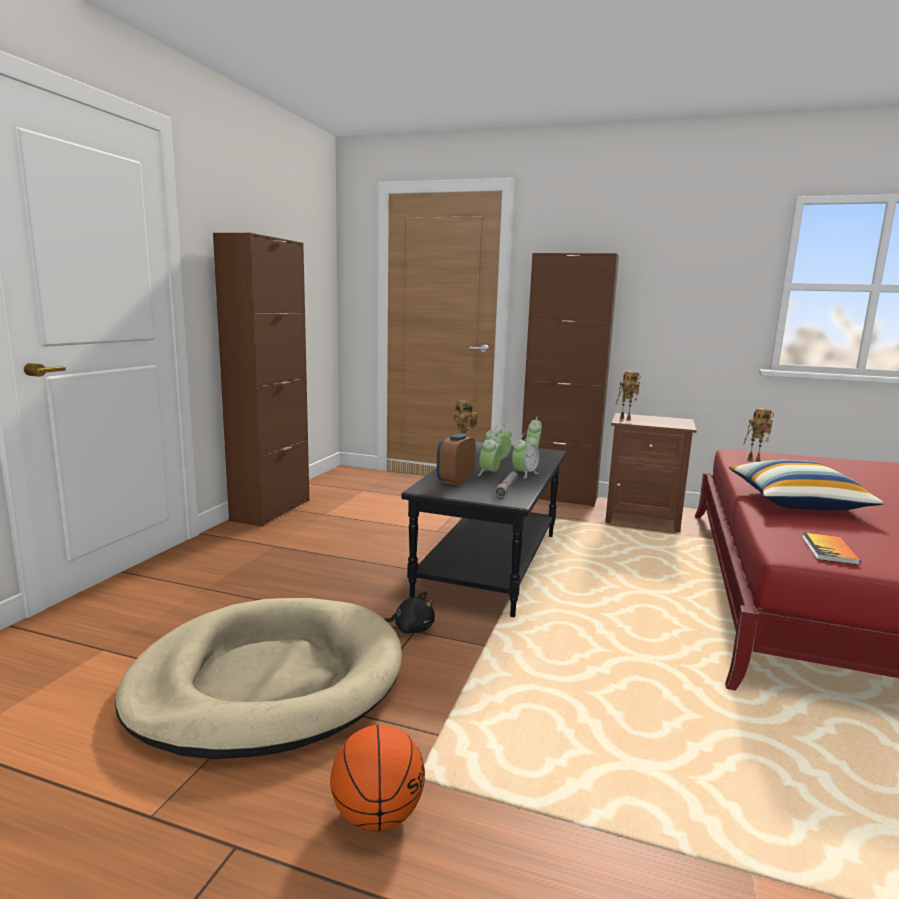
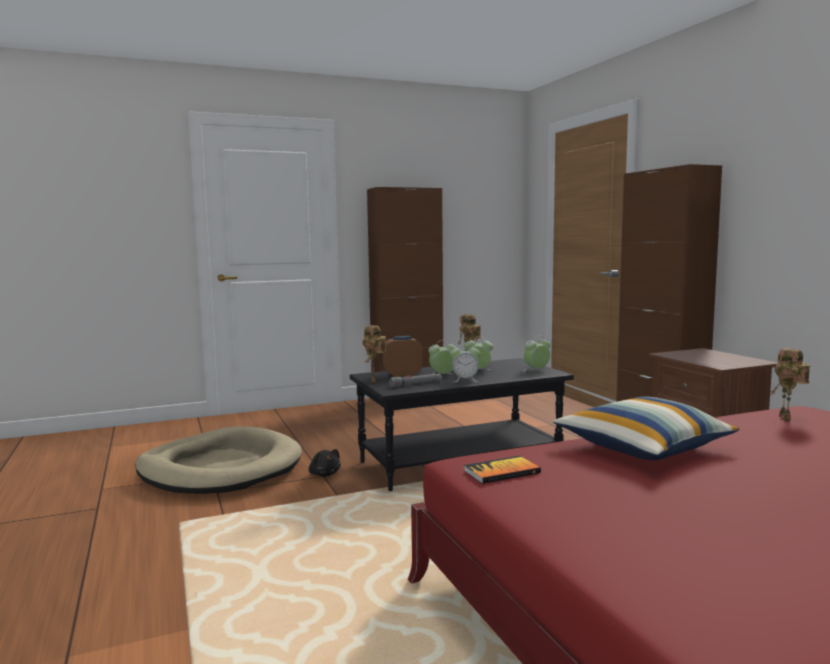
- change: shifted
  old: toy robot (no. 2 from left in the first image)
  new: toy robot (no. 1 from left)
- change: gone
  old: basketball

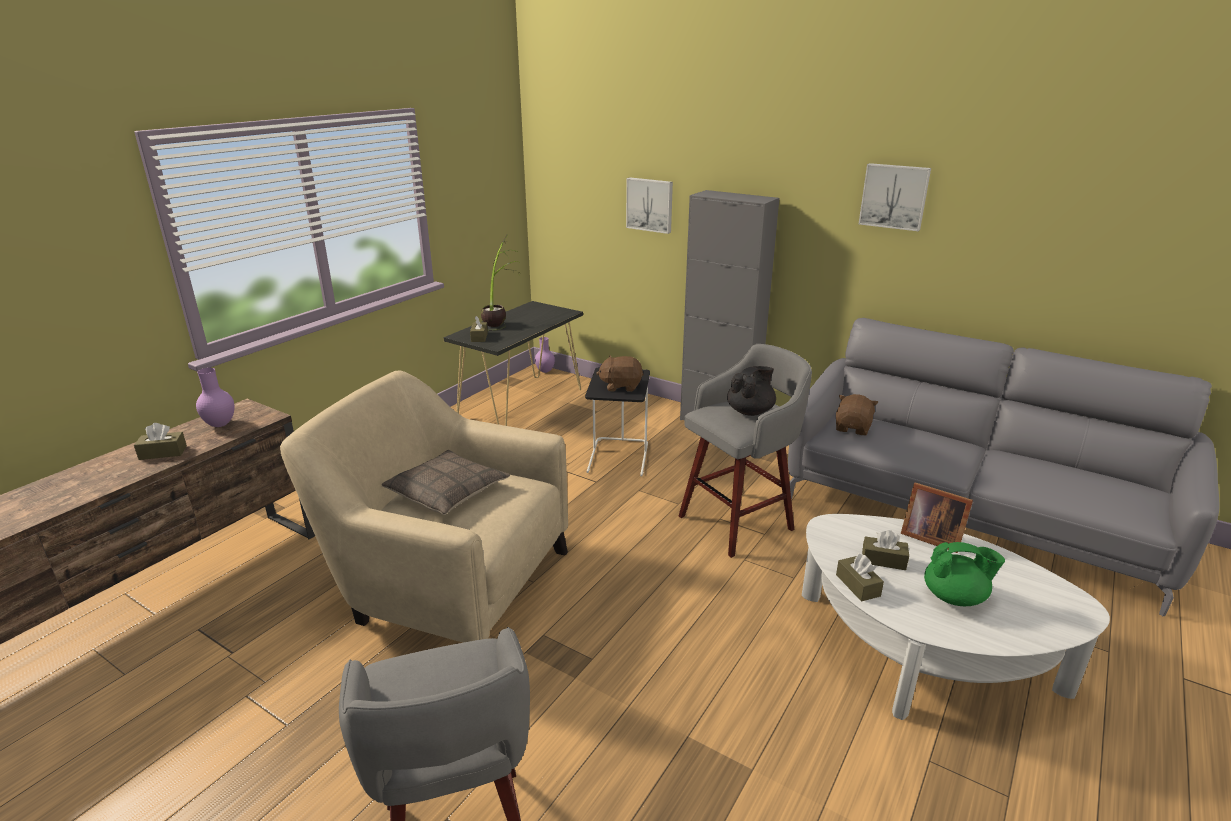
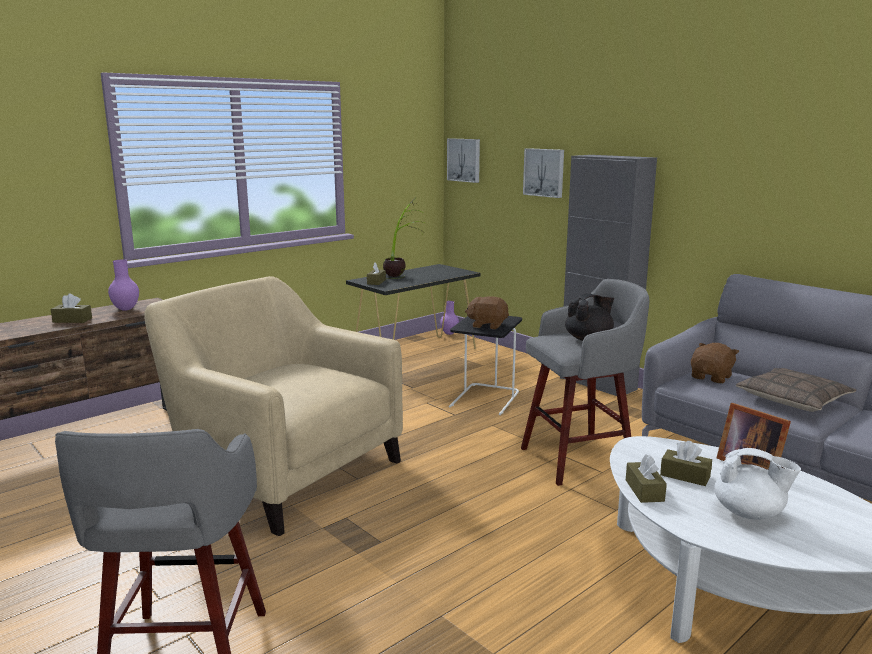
- change: shifted
  old: picture (no. 2 from left in the first image)
  new: picture (no. 1 from left)
- change: shifted
  old: pillow
- change: repainted
  old: green teapot
  new: white teapot

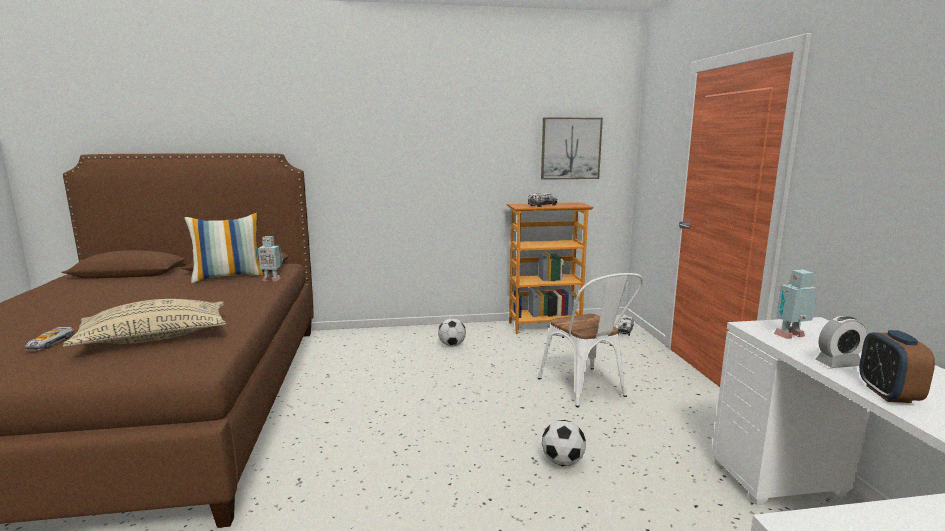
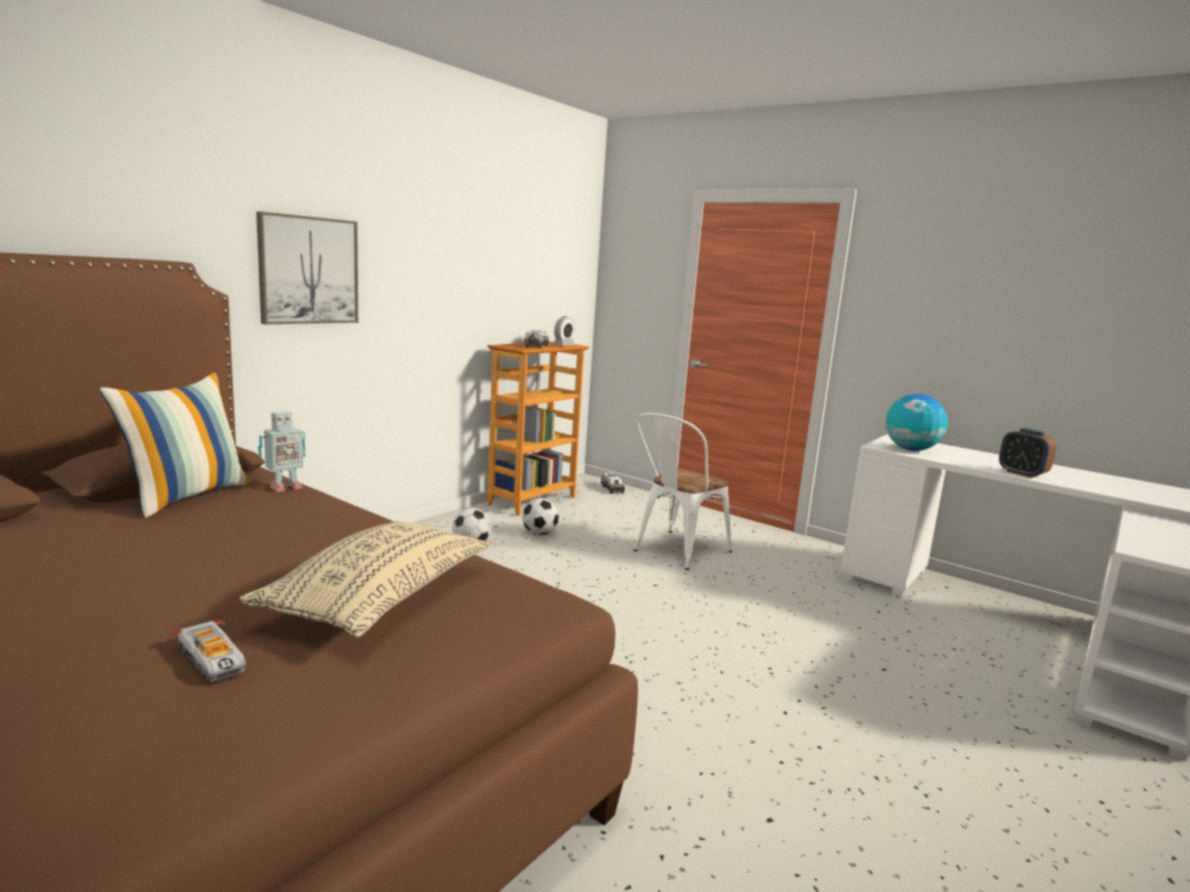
- change: shifted
  old: picture
- change: swapped
  old: toy robot (no. 2 from left)
  new: globe
- change: rotated
  old: white chair
  degrees: 105
- change: shifted
  old: alarm clock (no. 1 from left)
- change: shifted
  old: football (no. 2 from left)

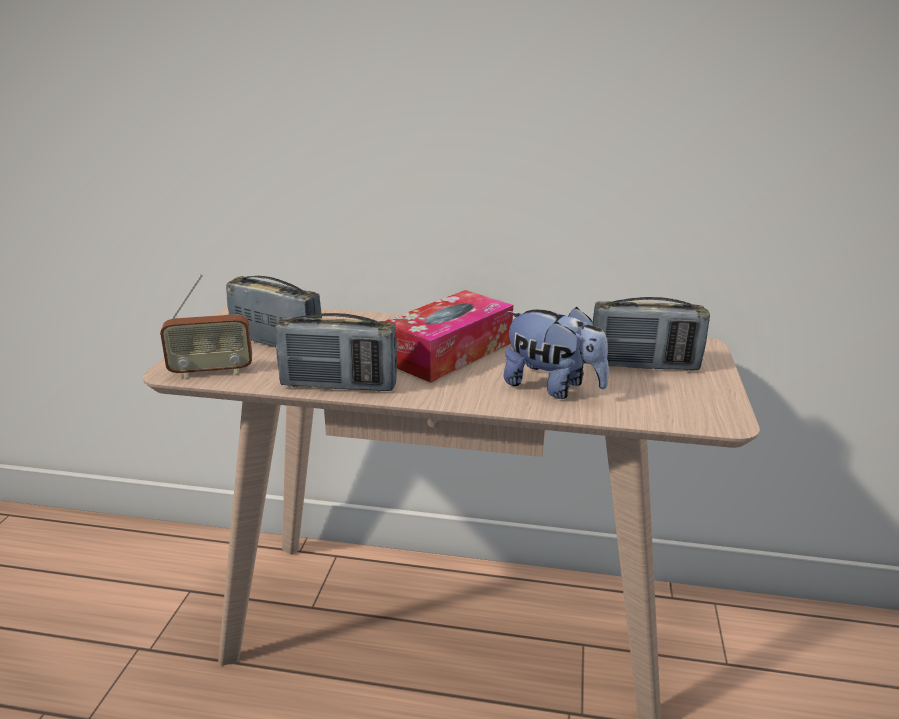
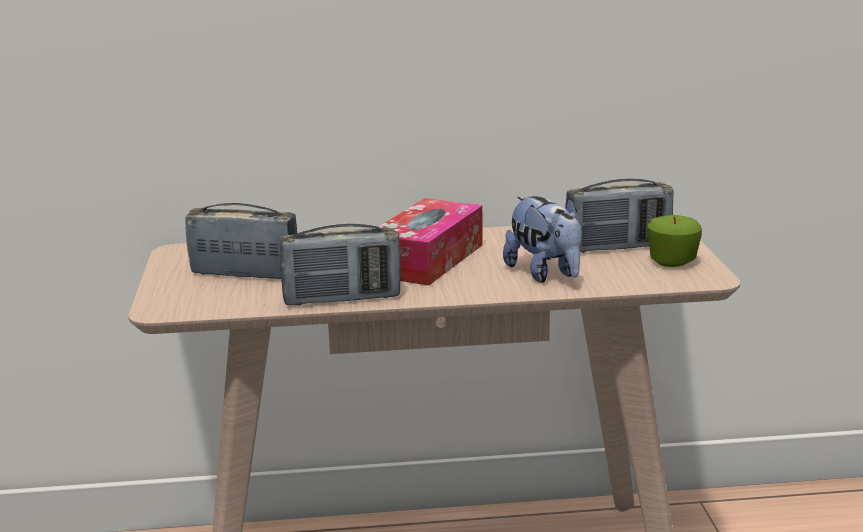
- change: gone
  old: radio (no. 1 from left)
- change: rotated
  old: plush toy
  degrees: 45
- change: new
  new: apple

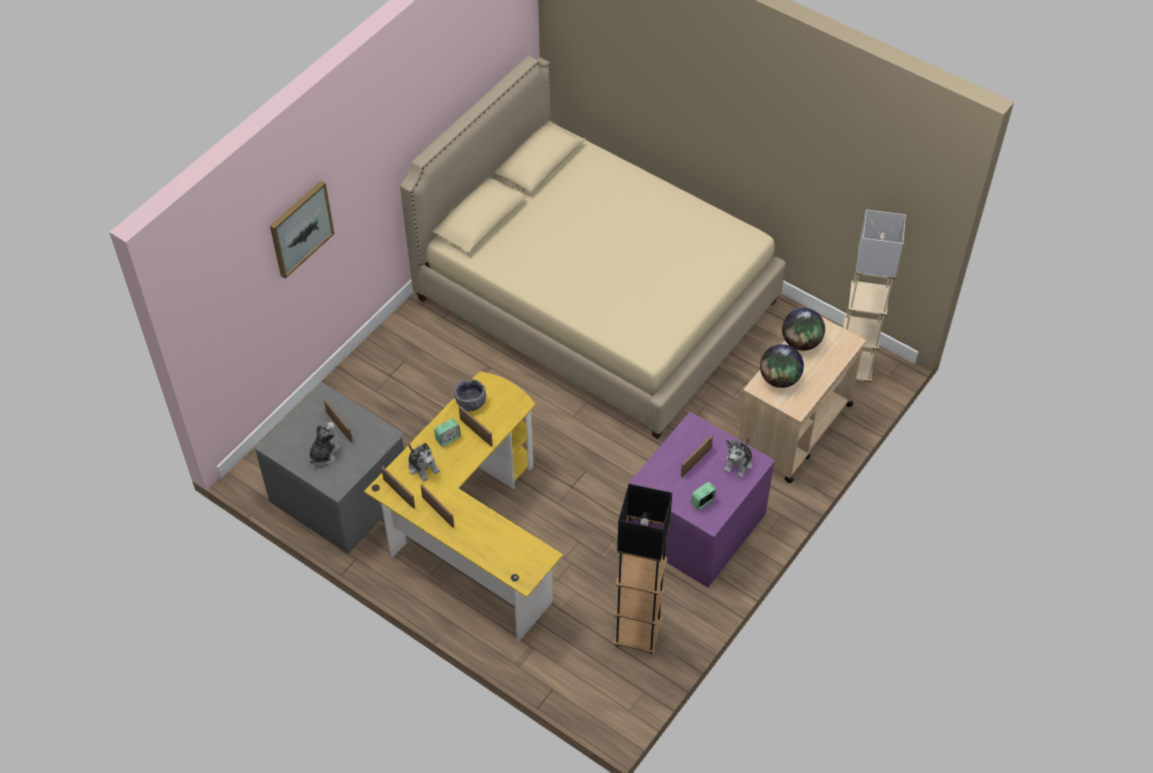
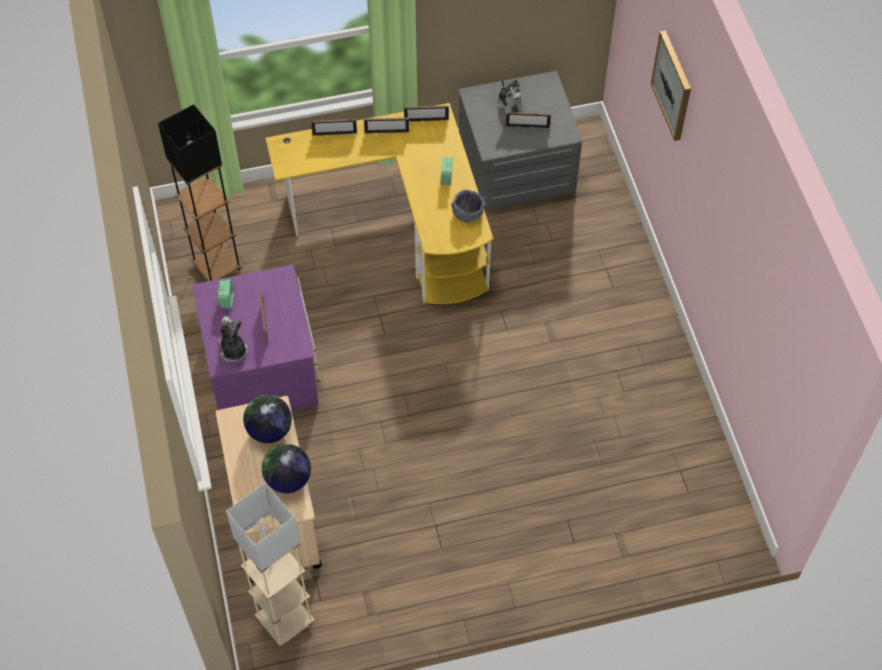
- change: gone
  old: beige bed
- change: shifted
  old: picture frame (no. 4 from left in the first image)
  new: picture frame (no. 2 from left)
- change: gone
  old: plush toy (no. 2 from left)

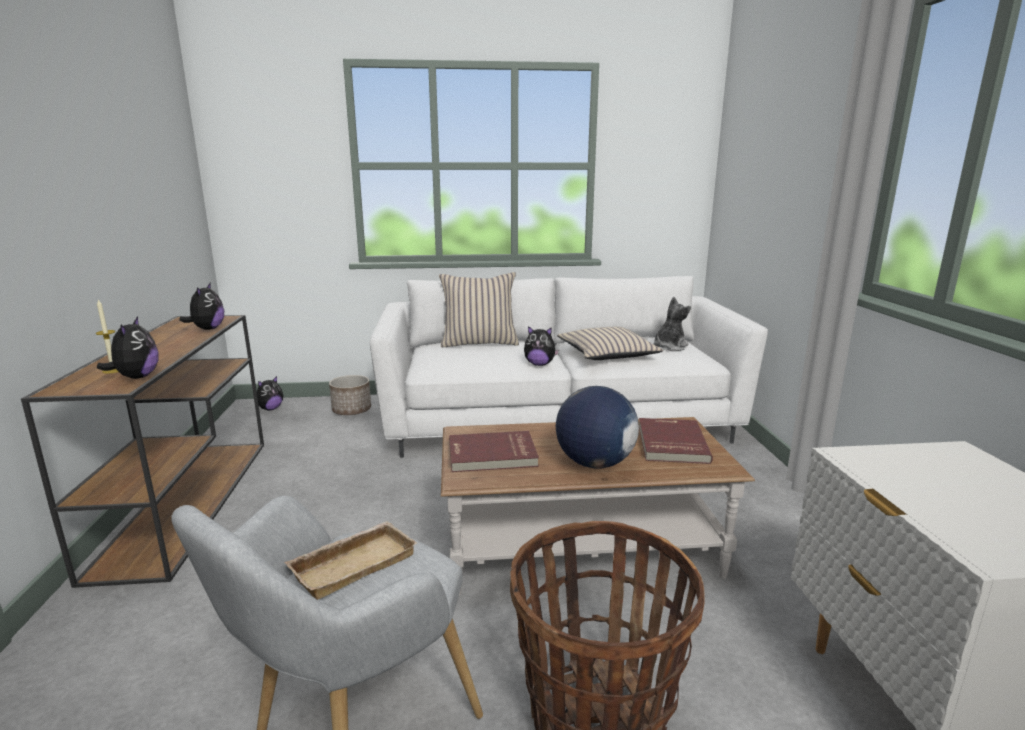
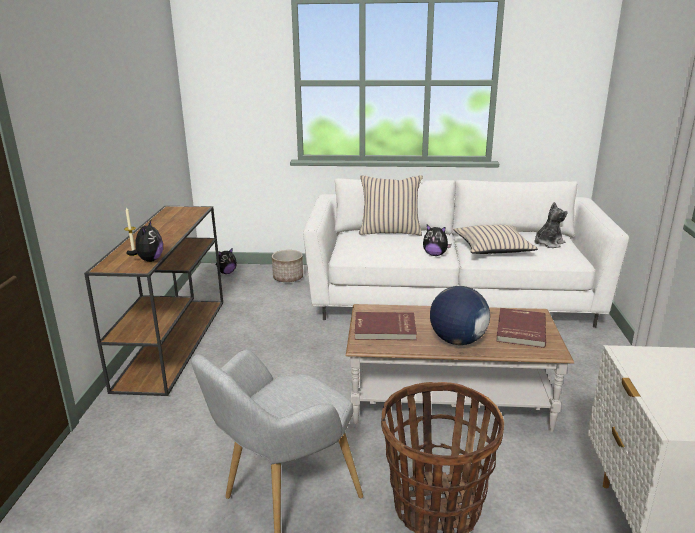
- change: gone
  old: plush toy (no. 2 from left)
- change: gone
  old: beige tray

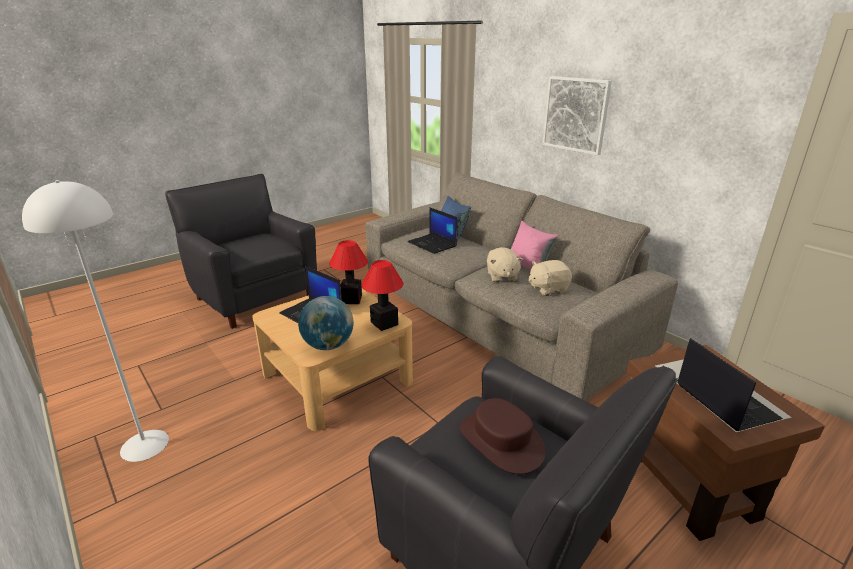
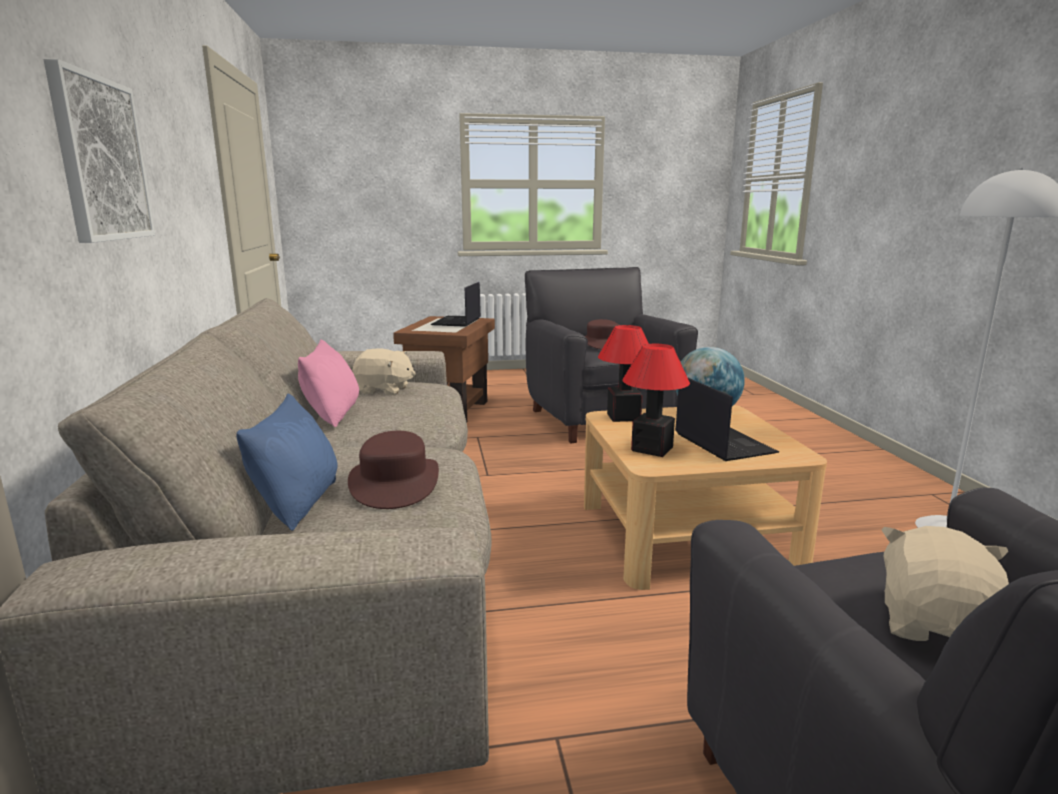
- change: swapped
  old: laptop (no. 2 from left)
  new: brown hat (no. 1 from left)
- change: shifted
  old: beige plush toy (no. 1 from left in the first image)
  new: beige plush toy (no. 2 from left)

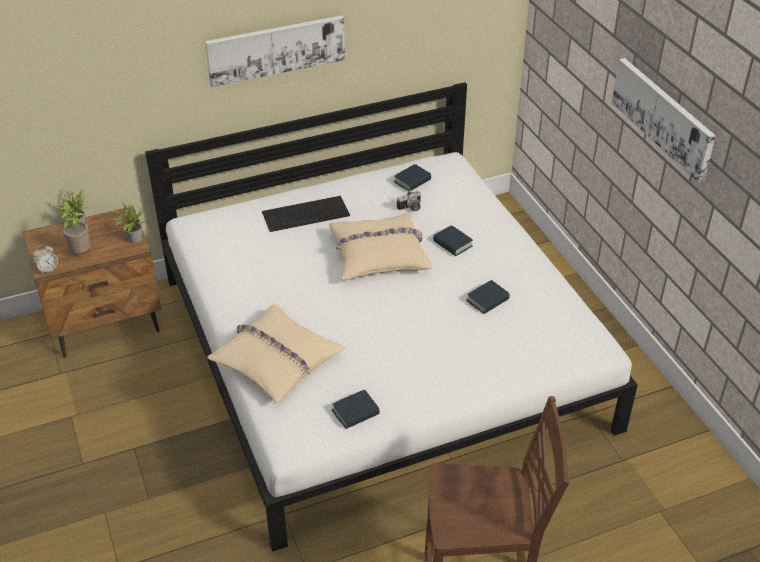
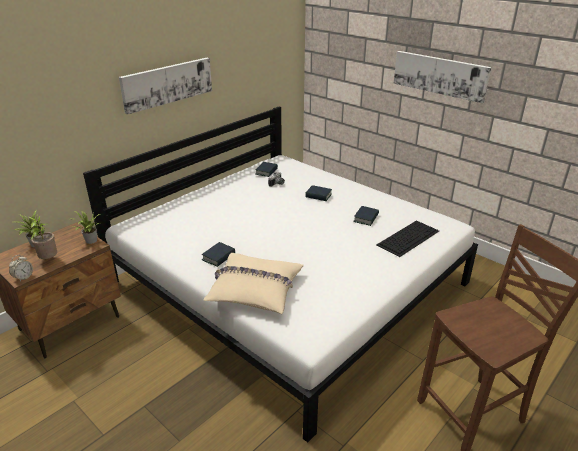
- change: shifted
  old: keyboard
- change: gone
  old: beige pillow (no. 2 from left)
- change: shifted
  old: book (no. 1 from left)

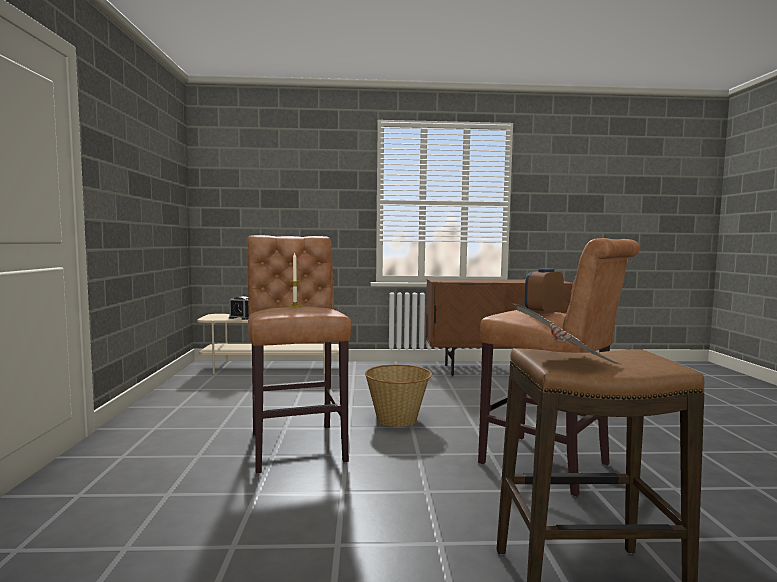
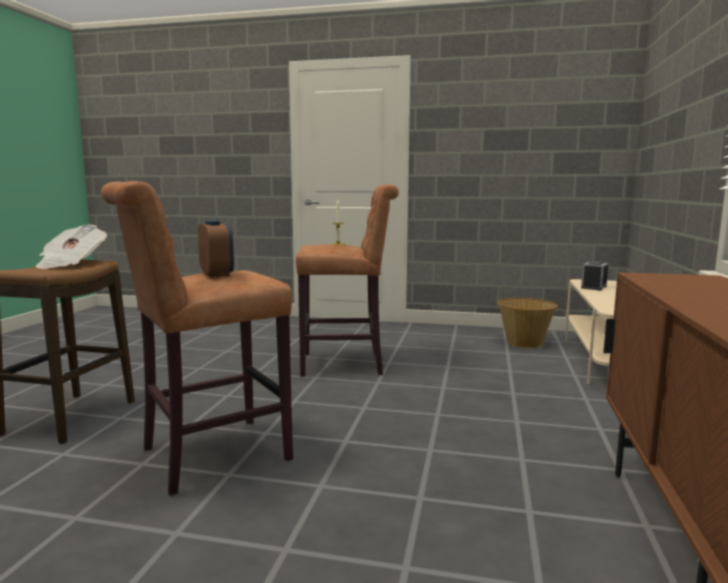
- change: shifted
  old: basket

